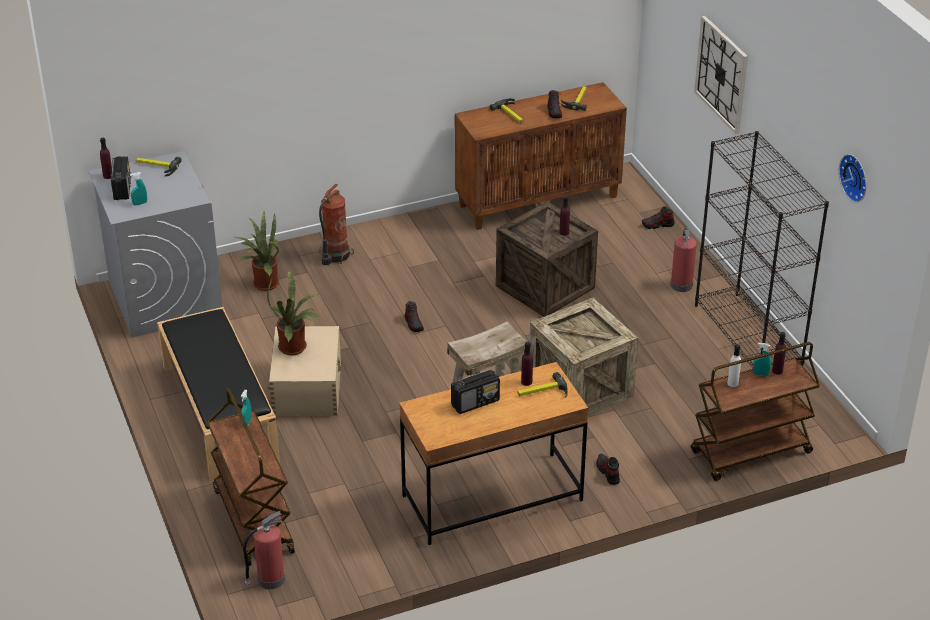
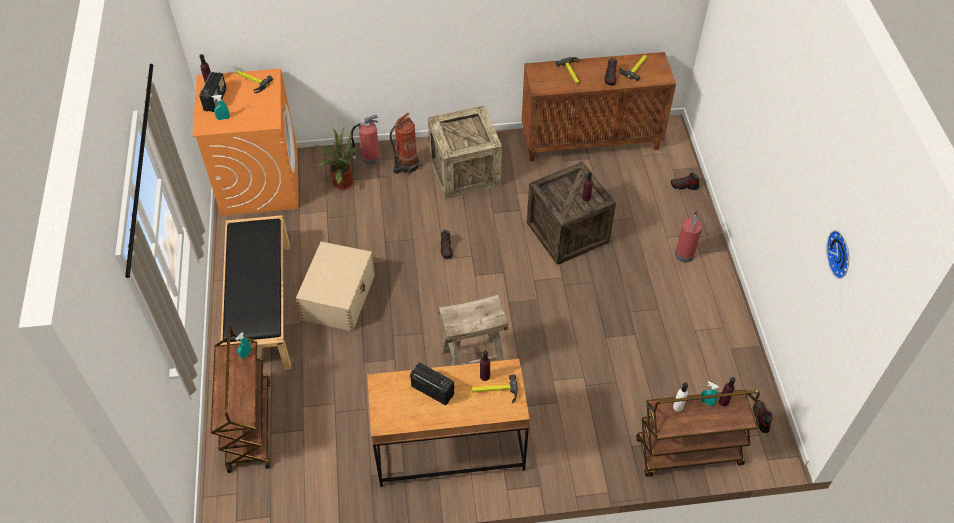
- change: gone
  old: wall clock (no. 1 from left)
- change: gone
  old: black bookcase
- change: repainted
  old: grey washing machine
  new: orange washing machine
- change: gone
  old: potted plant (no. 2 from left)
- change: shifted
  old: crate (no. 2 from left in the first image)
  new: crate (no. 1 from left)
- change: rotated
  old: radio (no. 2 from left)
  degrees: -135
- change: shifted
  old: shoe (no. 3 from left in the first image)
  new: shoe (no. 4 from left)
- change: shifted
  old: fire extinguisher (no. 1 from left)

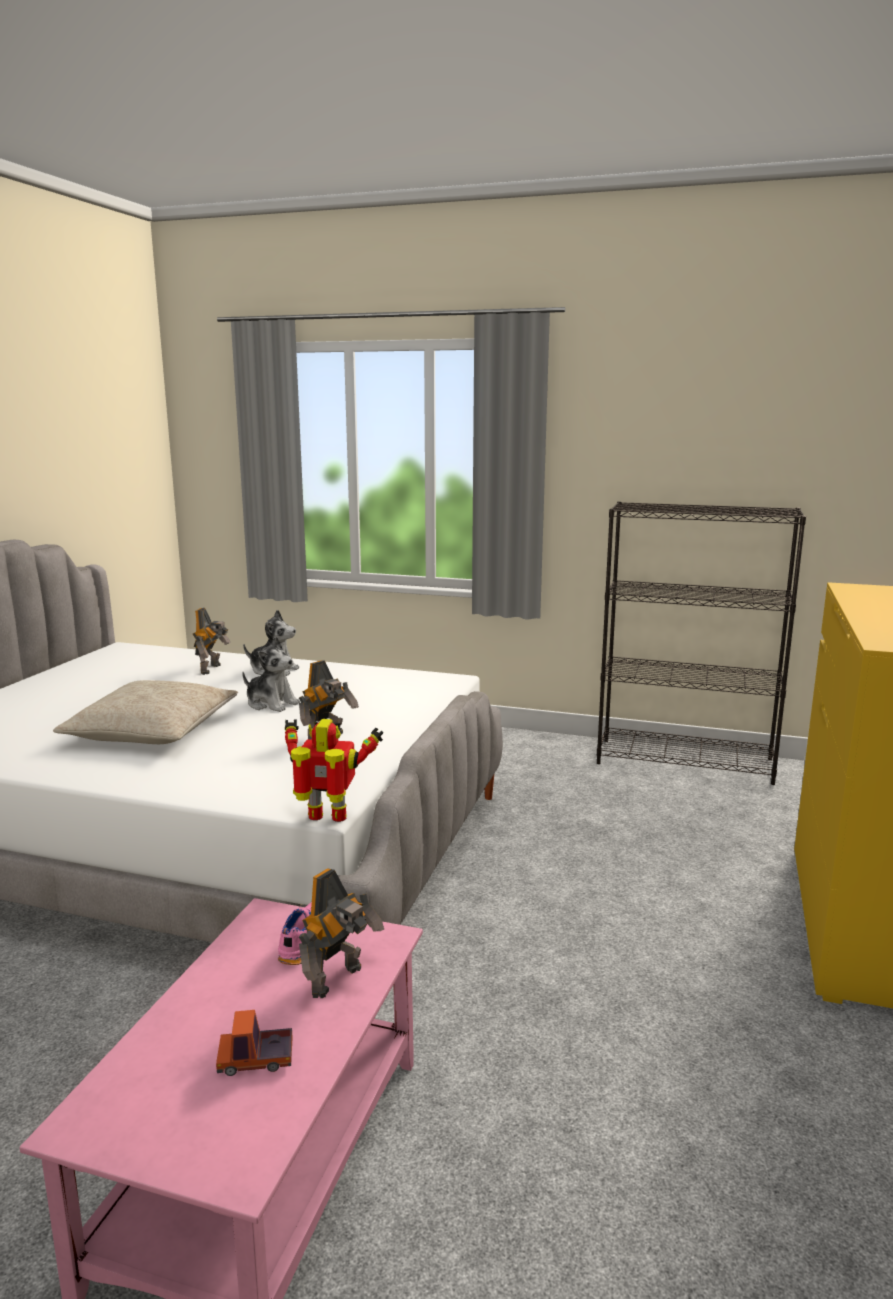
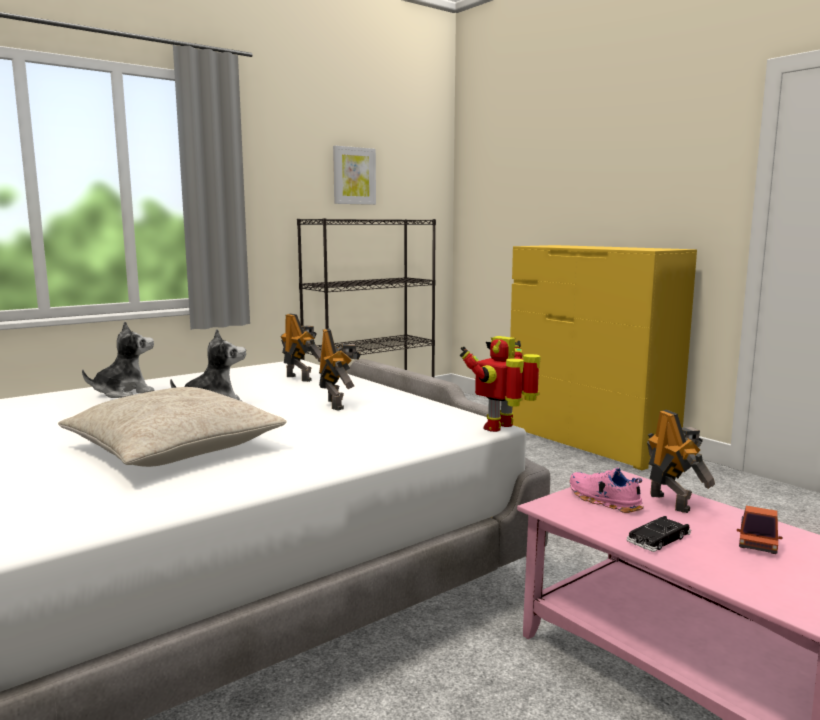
- change: shifted
  old: toy robot (no. 1 from left)
- change: new
  new: picture
- change: new
  new: black toy car

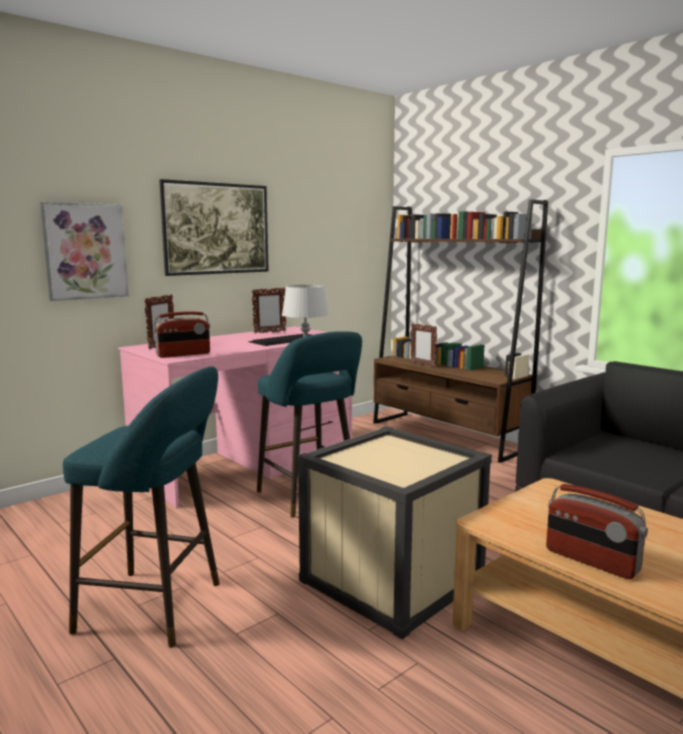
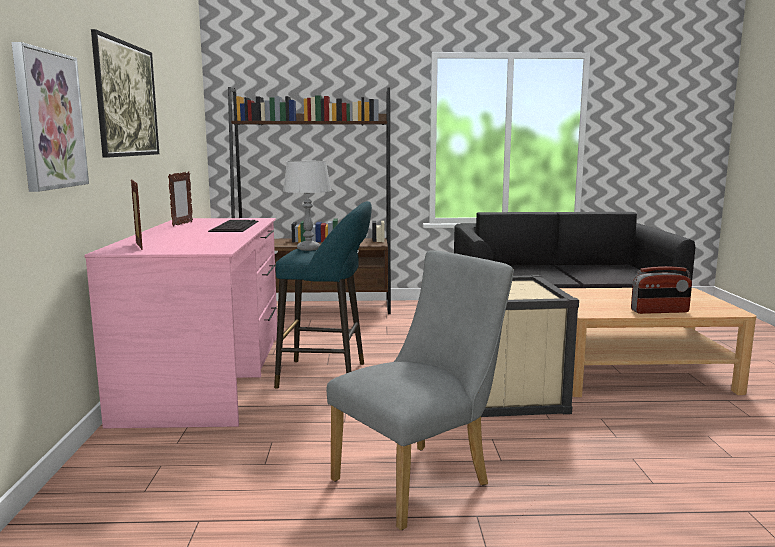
- change: gone
  old: radio (no. 1 from left)
- change: gone
  old: picture frame (no. 3 from left)
- change: swapped
  old: turquoise stool (no. 1 from left)
  new: grey chair

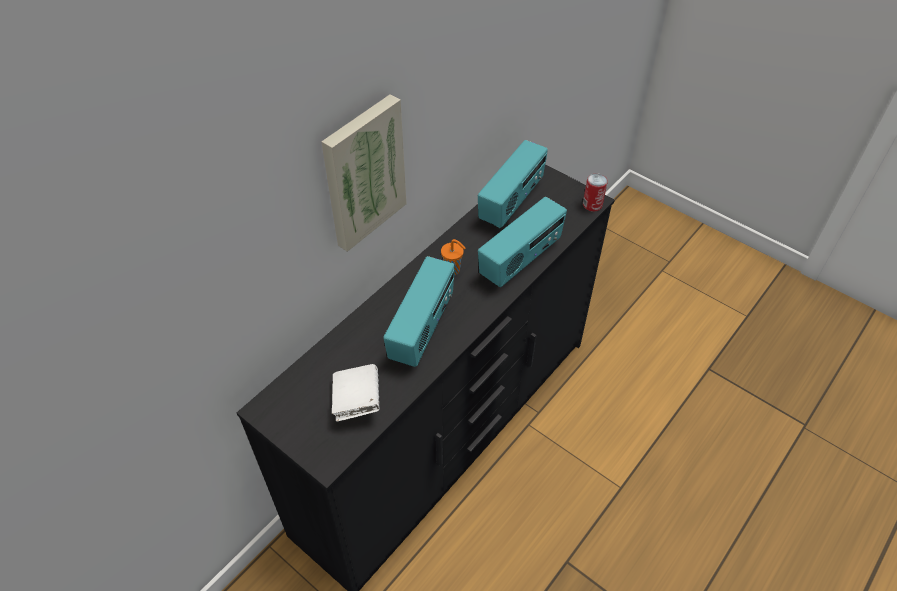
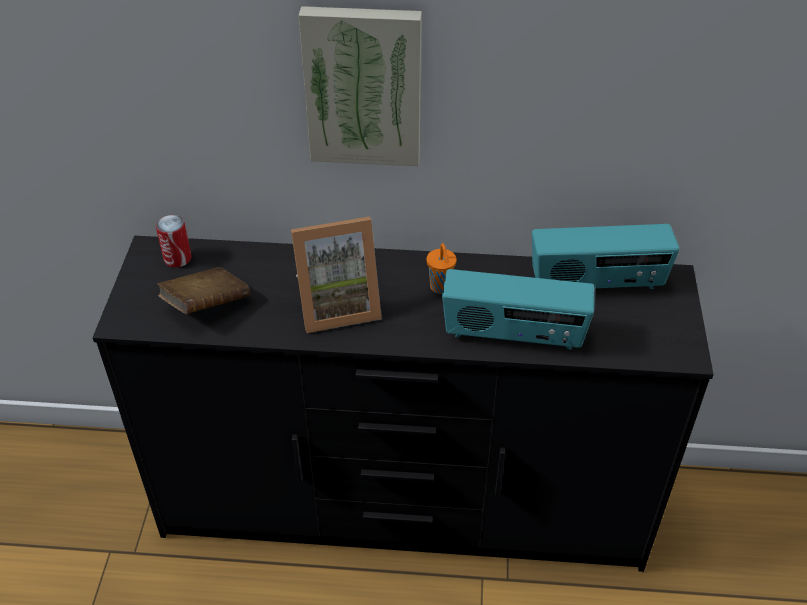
- change: shifted
  old: can
- change: swapped
  old: radio (no. 1 from left)
  new: picture frame
- change: repainted
  old: white book
  new: brown book

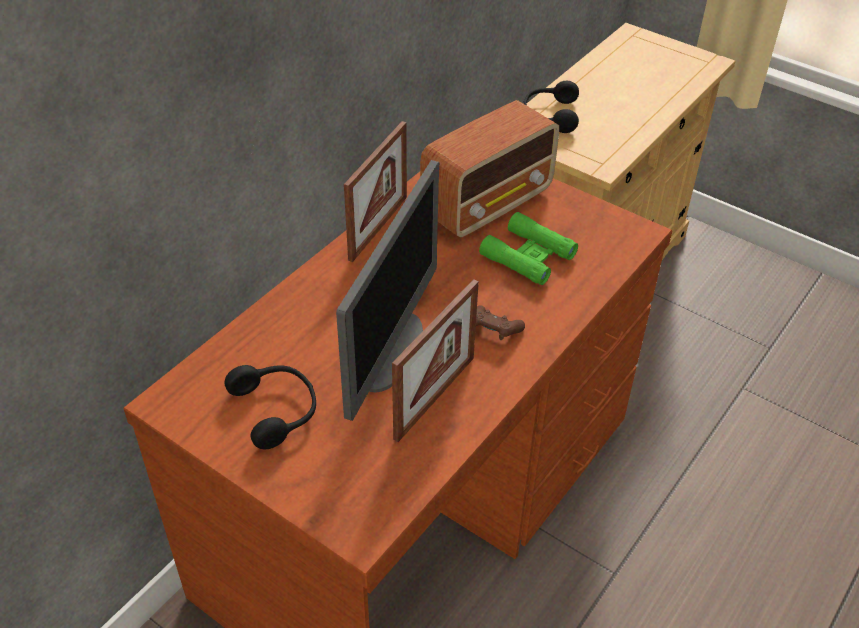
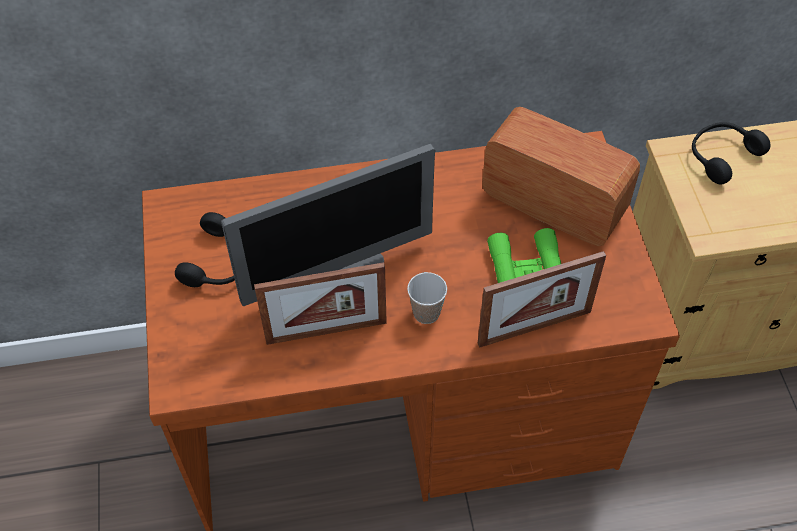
- change: rotated
  old: radio
  degrees: -150
- change: shifted
  old: picture frame (no. 1 from left in the first image)
  new: picture frame (no. 2 from left)
- change: swapped
  old: brown game controller
  new: cup

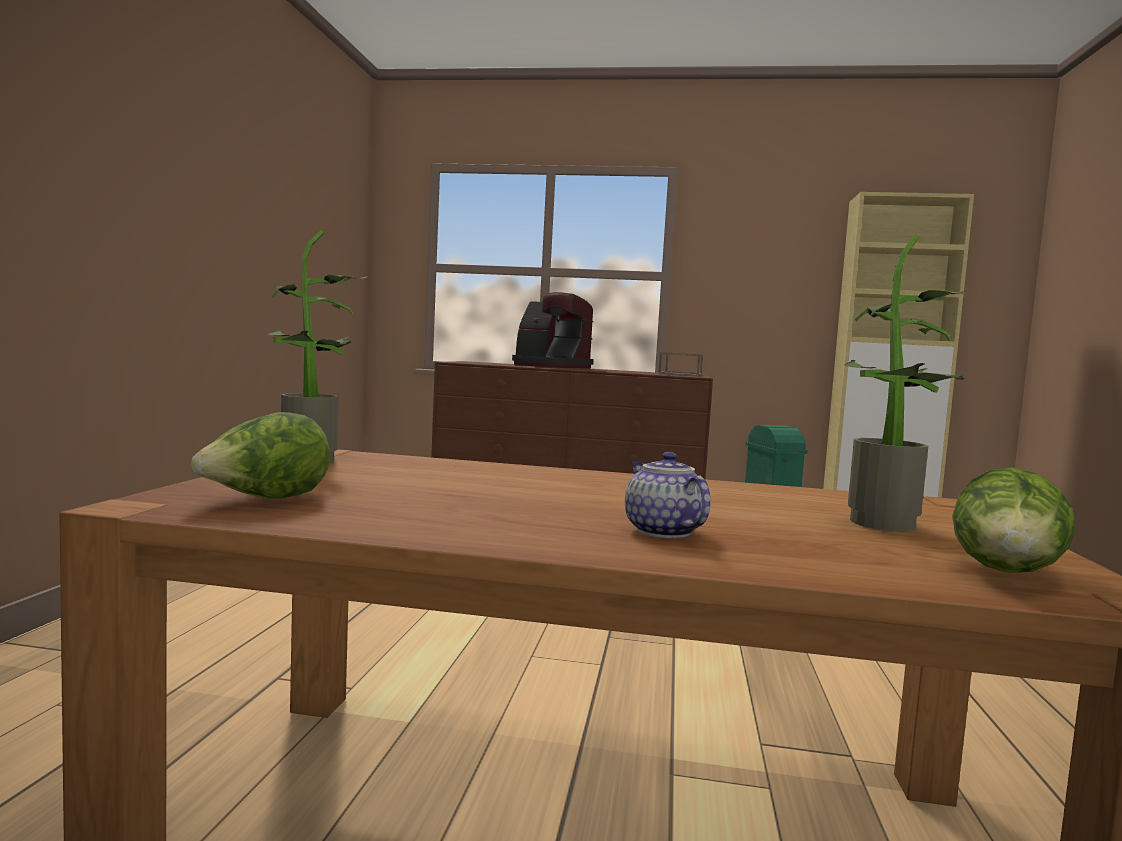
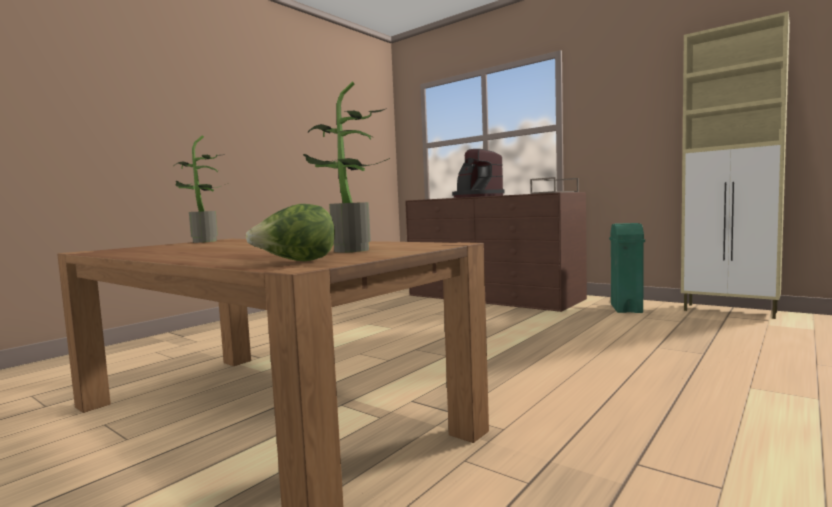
- change: gone
  old: lettuce (no. 1 from left)
- change: gone
  old: teapot

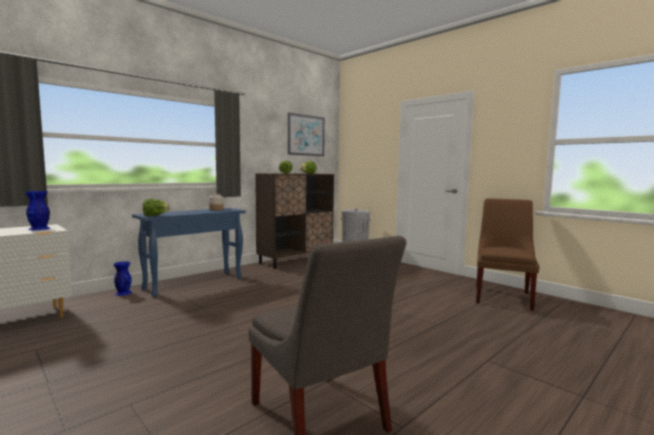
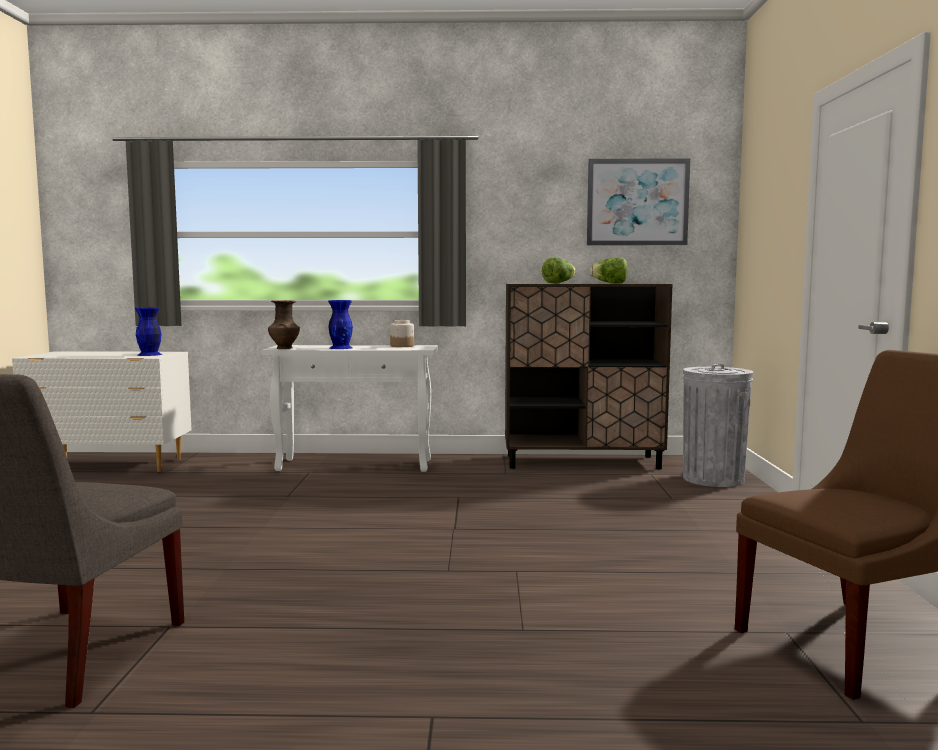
- change: swapped
  old: lettuce (no. 1 from left)
  new: brown vase
- change: repainted
  old: blue console table
  new: white console table
- change: shifted
  old: blue vase (no. 2 from left)

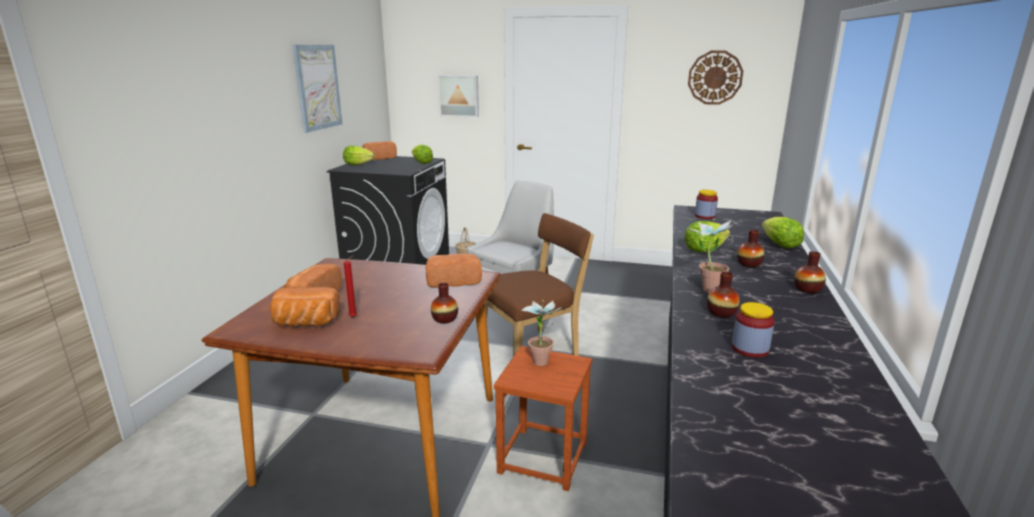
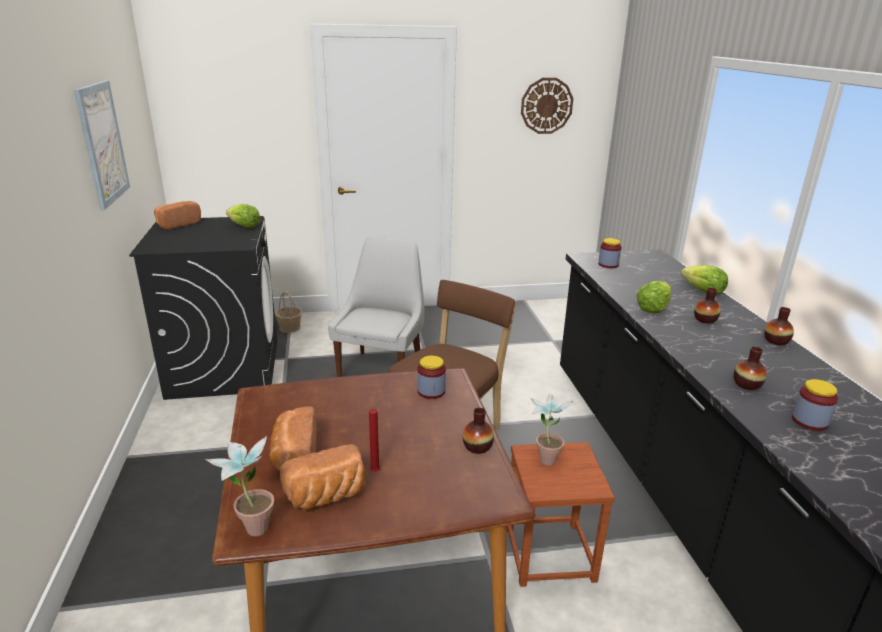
- change: gone
  old: picture (no. 2 from left)
- change: gone
  old: lettuce (no. 1 from left)
- change: shifted
  old: potted plant (no. 2 from left in the first image)
  new: potted plant (no. 1 from left)
- change: swapped
  old: bread (no. 4 from left)
  new: jar (no. 1 from left)

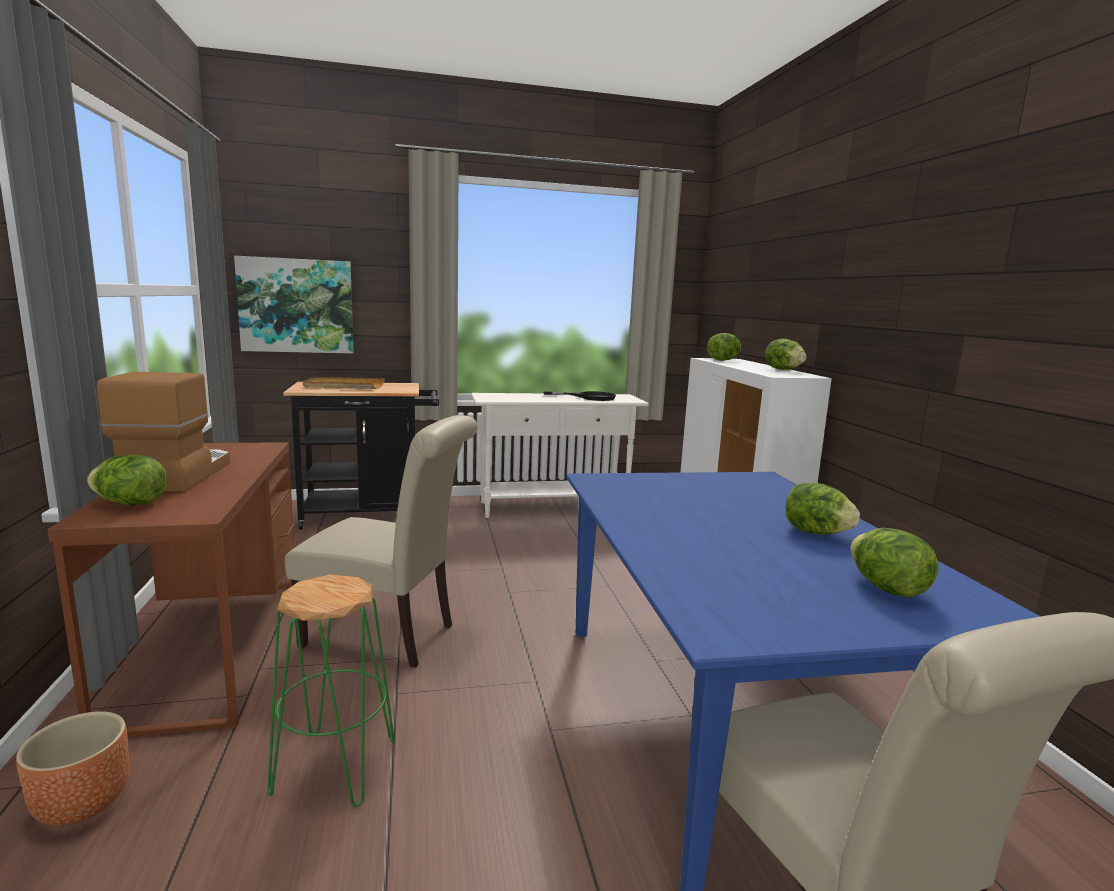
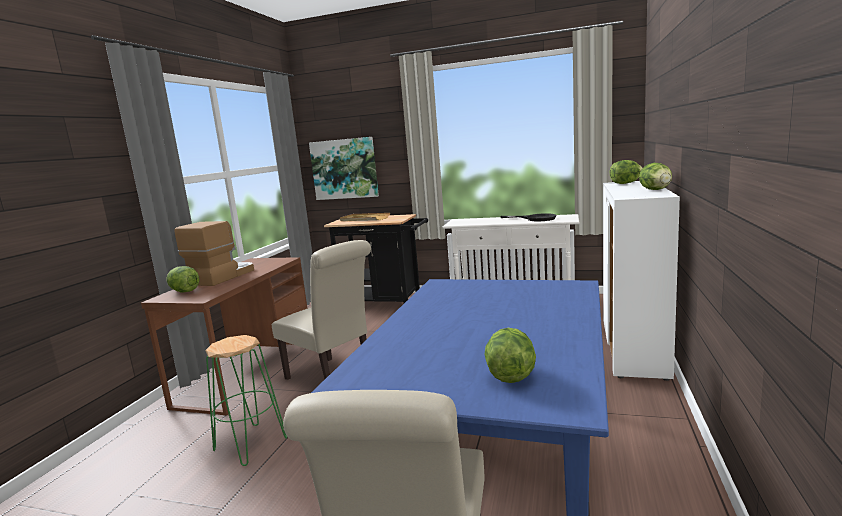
- change: gone
  old: lettuce (no. 4 from left)
- change: gone
  old: brown planter

